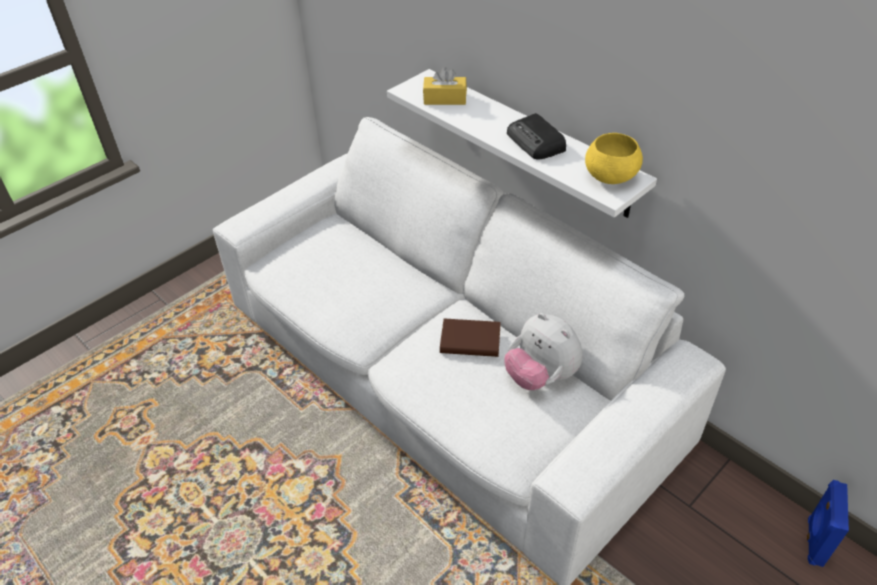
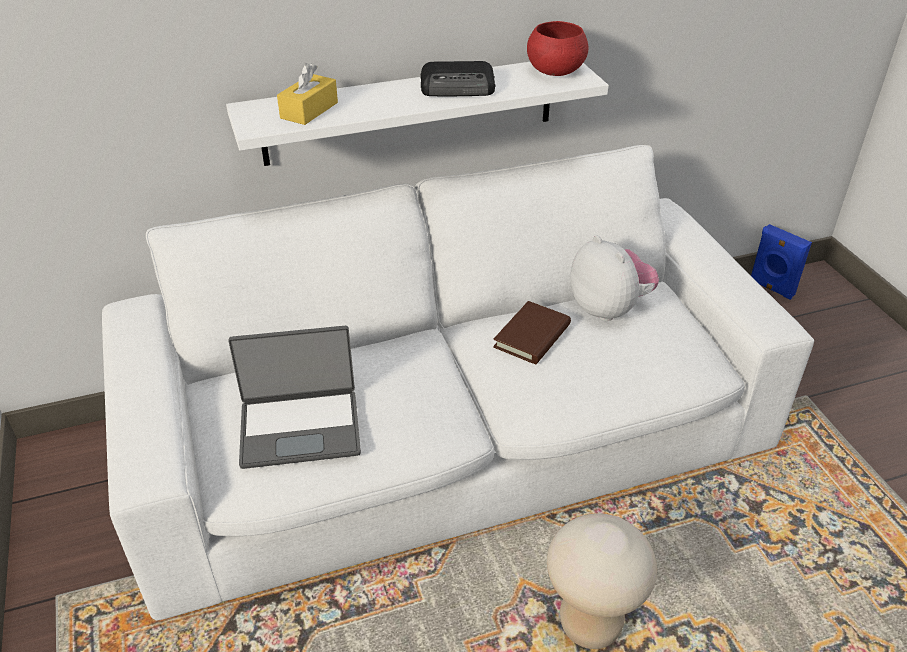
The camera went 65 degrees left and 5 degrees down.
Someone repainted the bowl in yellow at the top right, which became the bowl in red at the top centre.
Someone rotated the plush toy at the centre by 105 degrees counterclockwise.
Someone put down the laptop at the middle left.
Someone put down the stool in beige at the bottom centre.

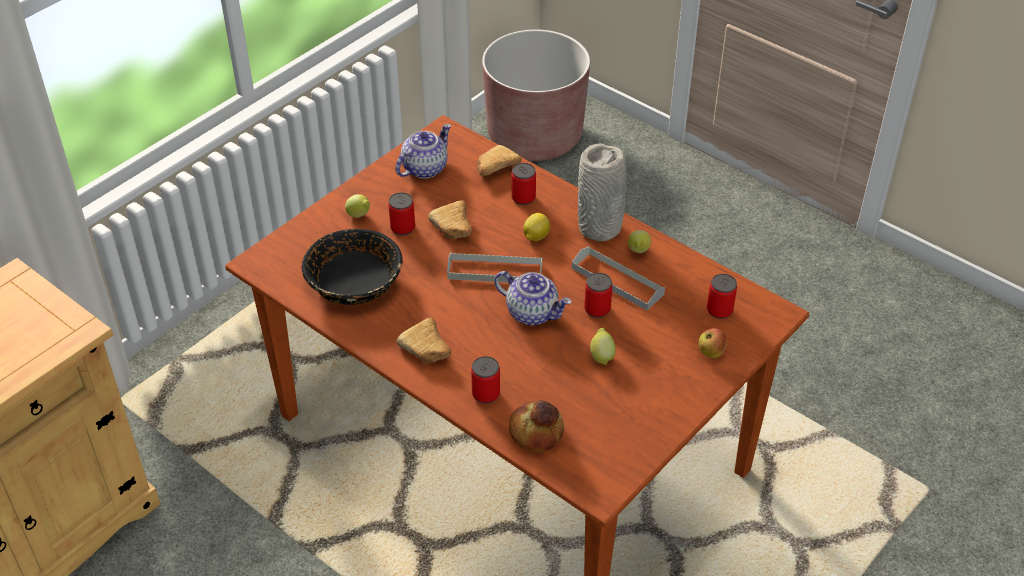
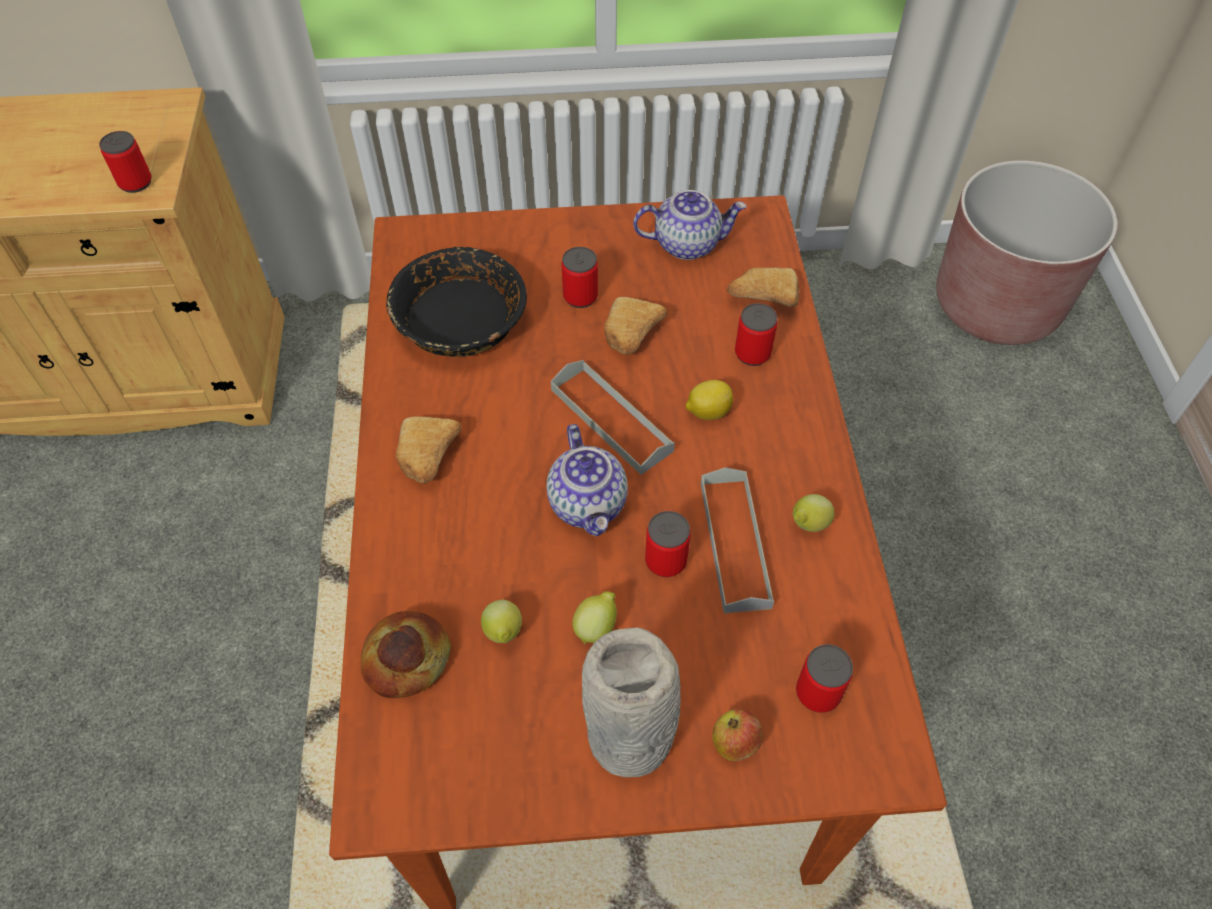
The camera went 45 degrees right and 10 degrees up.
Someone carried the vase in grey from the centre to the bottom centre.
Someone carried the lemon (1st from left) from the centre to the bottom centre.
Someone carried the can (2nd from left in the first image) from the centre to the top left.

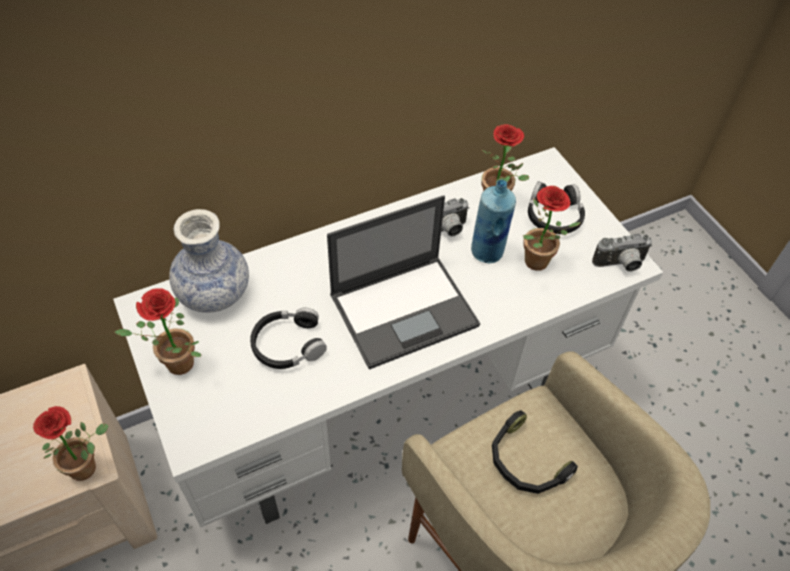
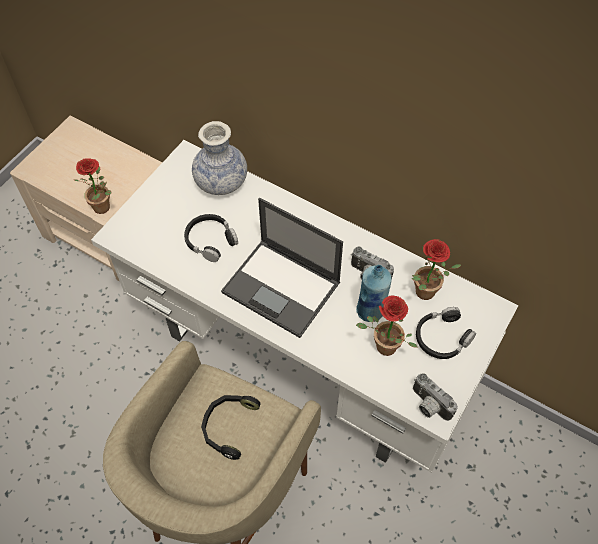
The camera went 60 degrees right and 5 degrees up.
Someone took away the potted plant (2nd from left) at the middle left.

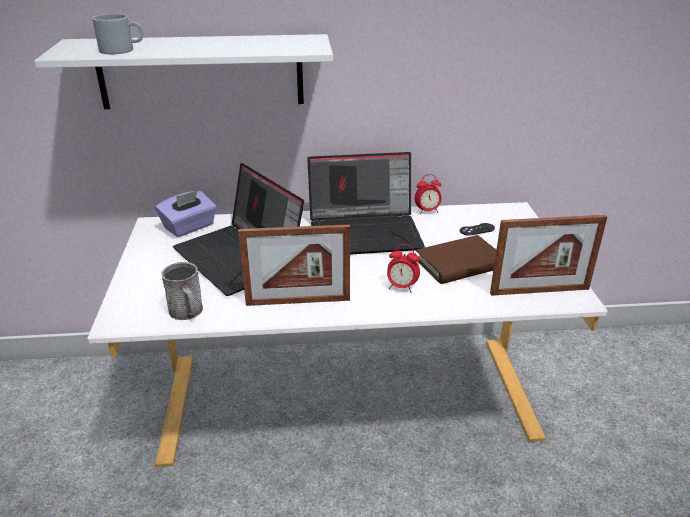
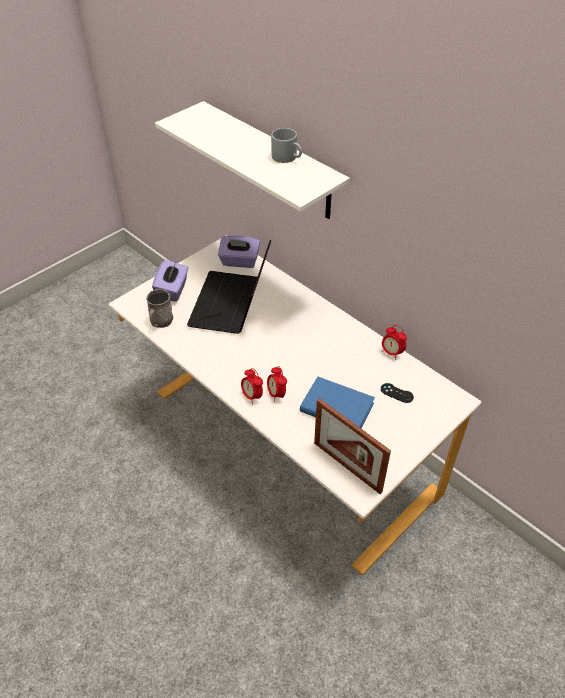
The camera went 50 degrees right and 15 degrees up.
Someone carried the mug in grey (1st from left in the first image) from the top left to the top centre.
Someone took away the laptop (2nd from left) at the centre.
Someone took away the picture frame (1st from left) at the centre.
Someone repainted the book in brown at the centre, which became the book in blue at the centre.
Someone put down the tissue box in purple (1st from left) at the middle left.
Someone put down the alarm clock (1st from left) at the centre.

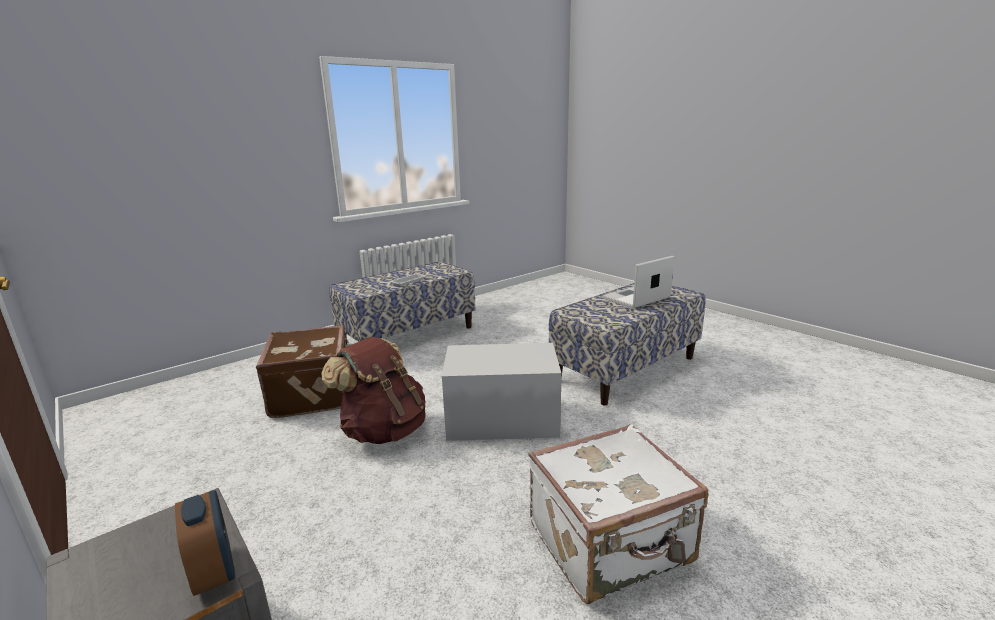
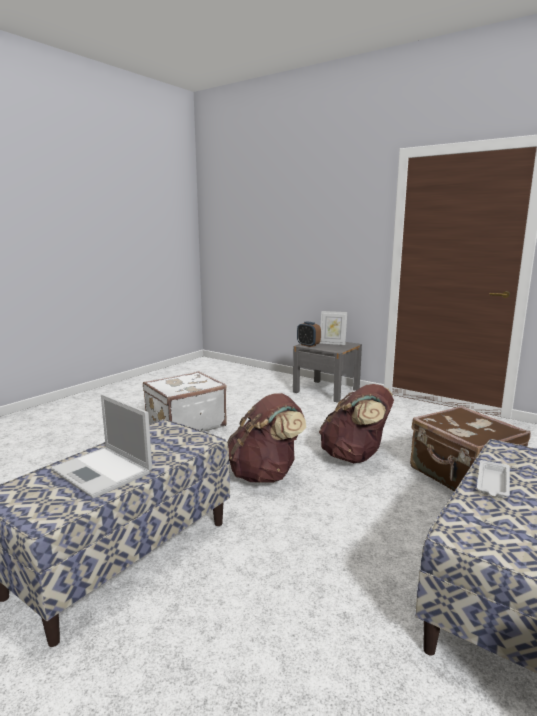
The camera went 165 degrees right and 5 degrees down.
Someone rotated the laptop at the centre by 90 degrees clockwise.
Someone swapped the storage box in white at the centre for the backpack in brown (1st from left) at the centre.
Someone put down the picture frame at the centre.

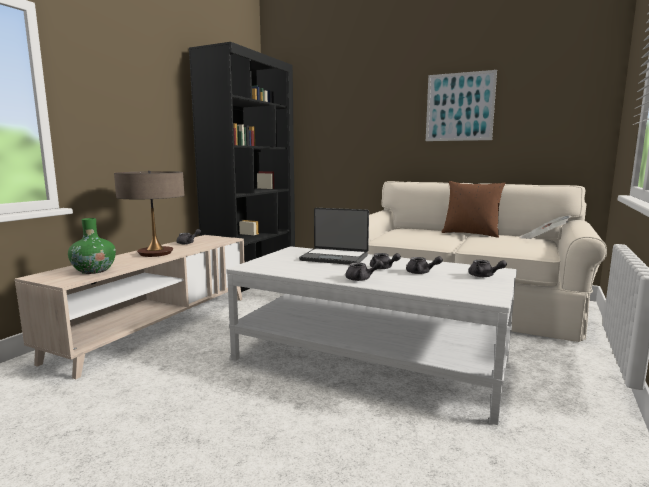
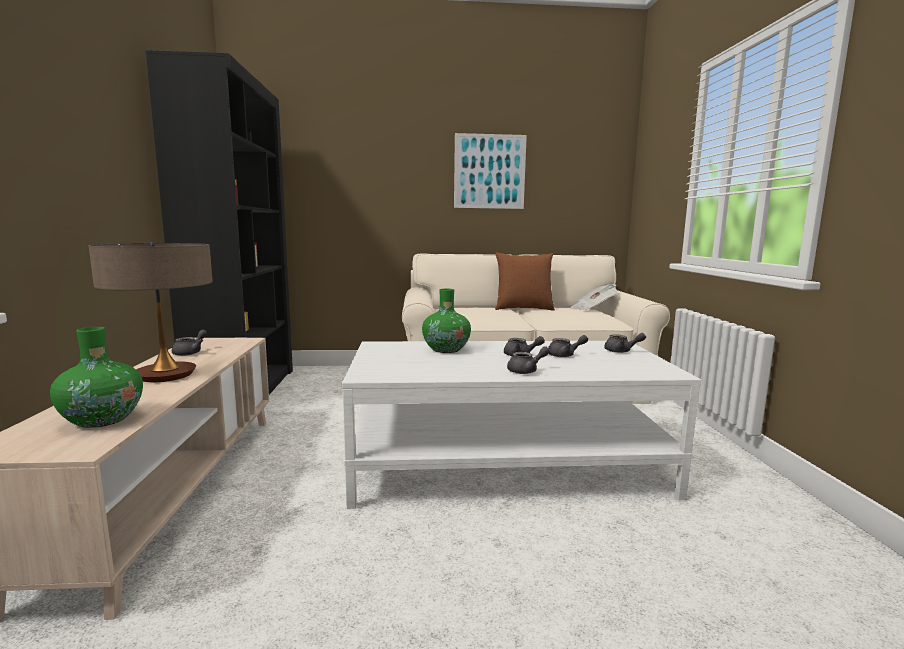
The camera went 30 degrees left and 0 degrees up.
Someone swapped the laptop at the centre for the vase in green (2nd from left) at the centre.

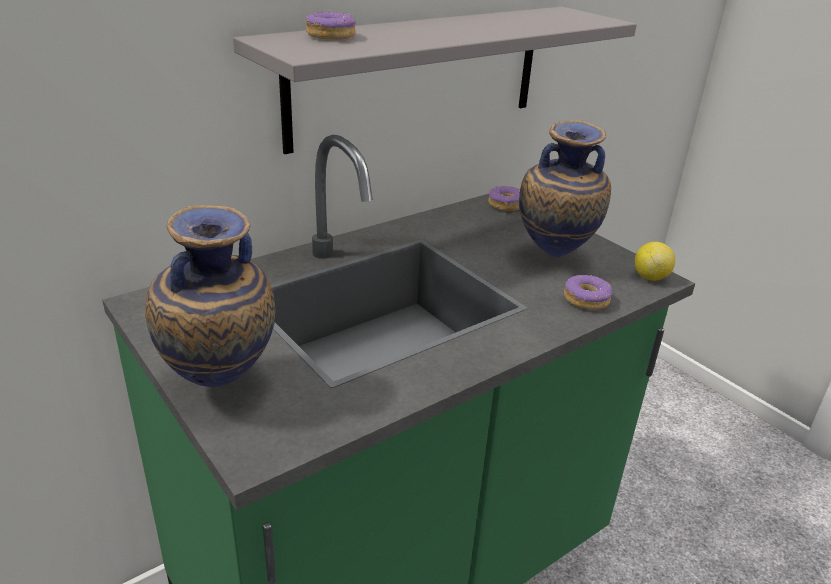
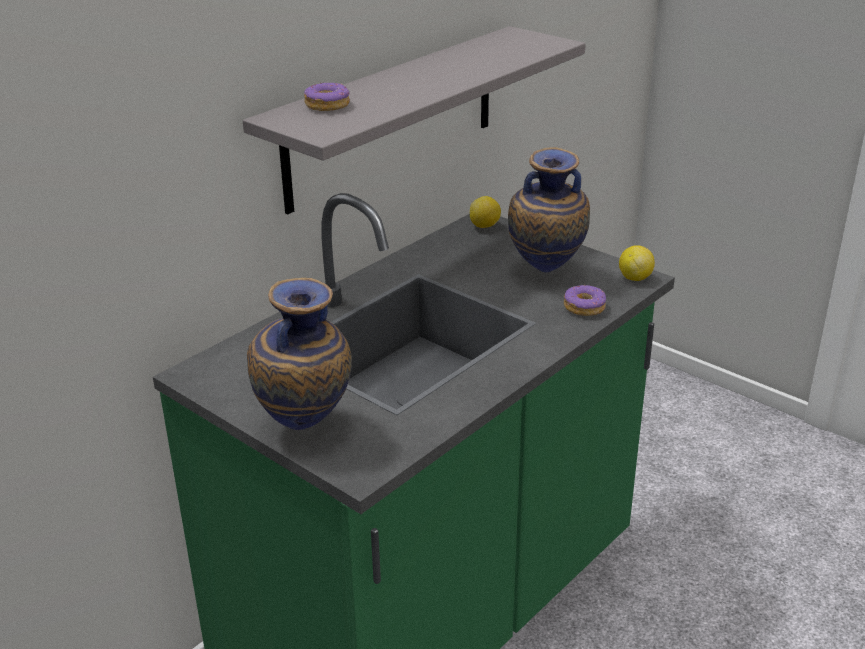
The camera went 10 degrees left and 0 degrees up.
Someone swapped the donut (2nd from left) at the centre for the lemon (1st from left) at the top centre.

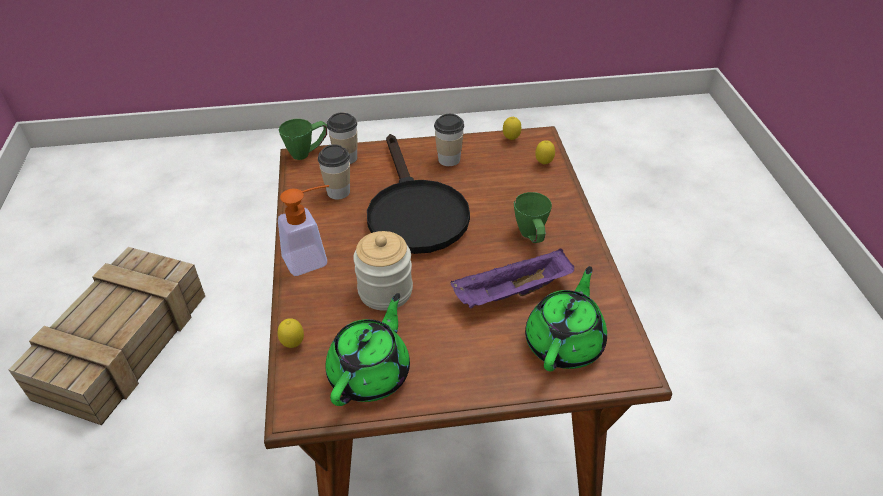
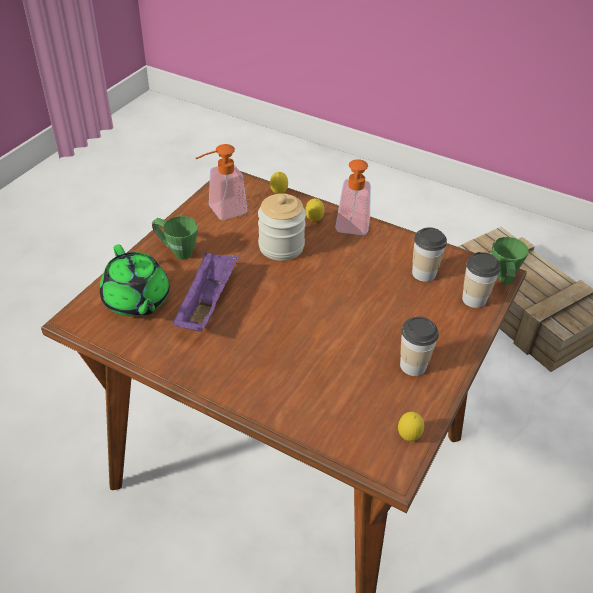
The camera went 125 degrees right and 0 degrees up.
Someone took away the frying pan in black at the centre.
Someone carried the lemon (3rd from left in the first image) from the top centre to the centre.
Someone carried the mug in green (2nd from left in the first image) from the centre to the middle left.
Someone swapped the teapot in green (1st from left) at the bottom centre for the soap dispenser (1st from left) at the top centre.

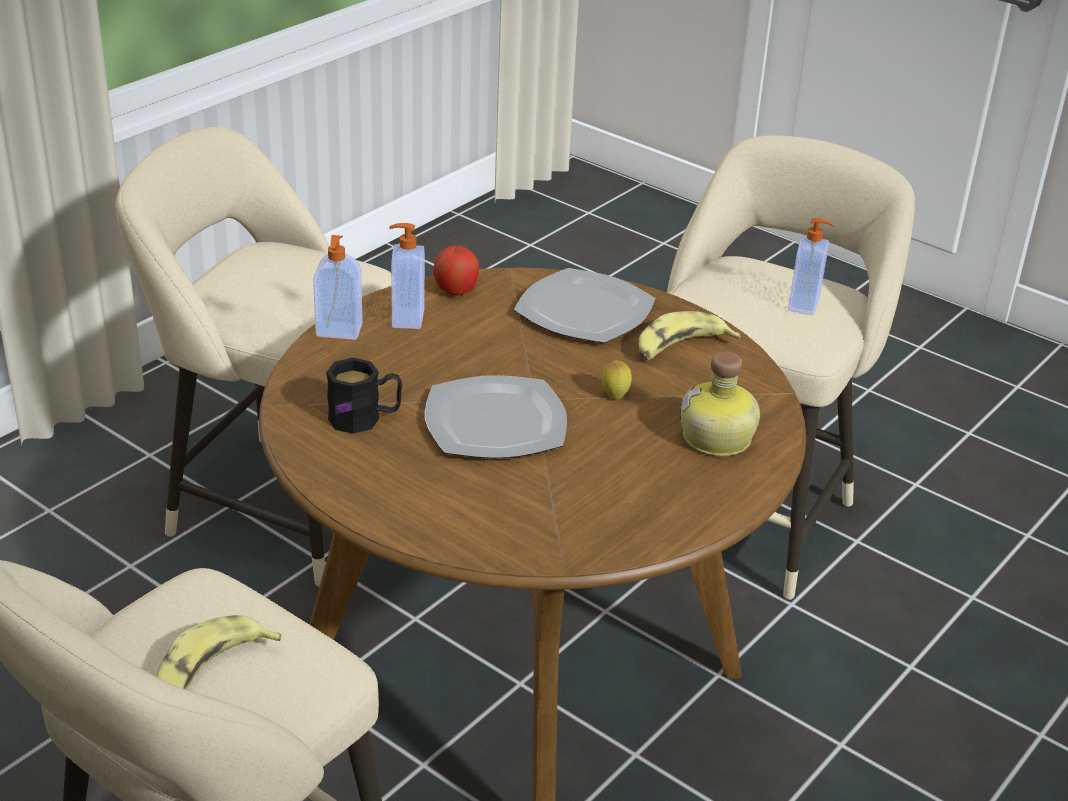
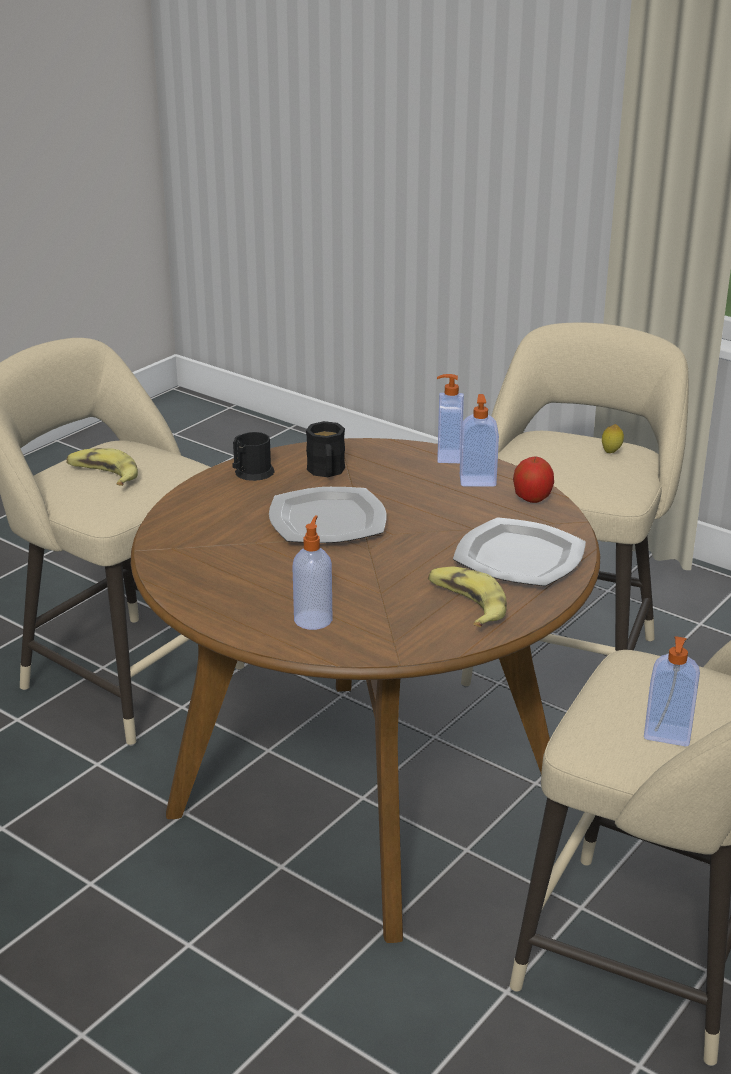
The camera went 90 degrees right and 5 degrees down.
Someone swapped the bottle at the middle right for the soap dispenser (1st from left) at the centre.
Someone carried the lemon from the centre to the middle right.
Someone put down the mug in black (1st from left) at the centre.

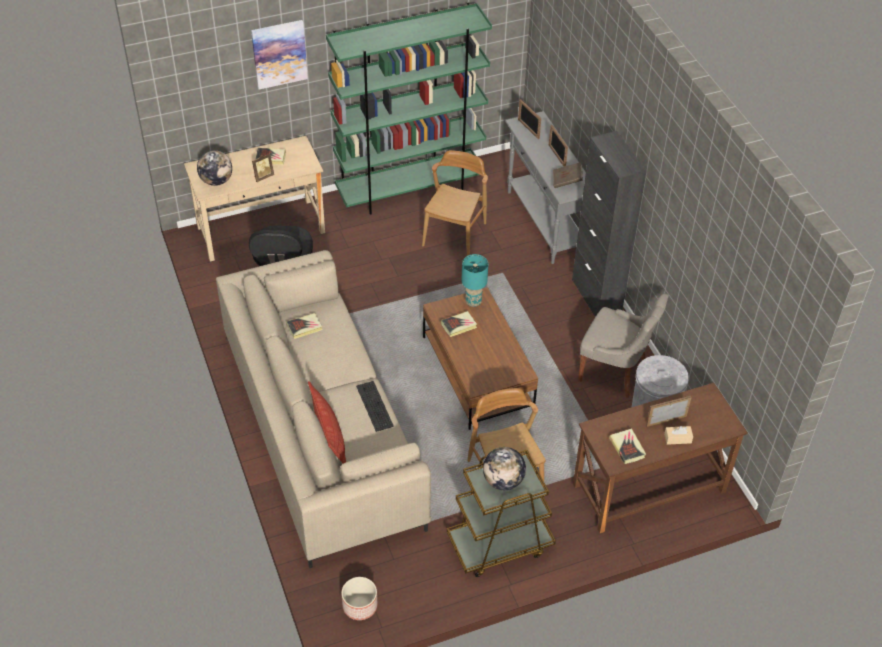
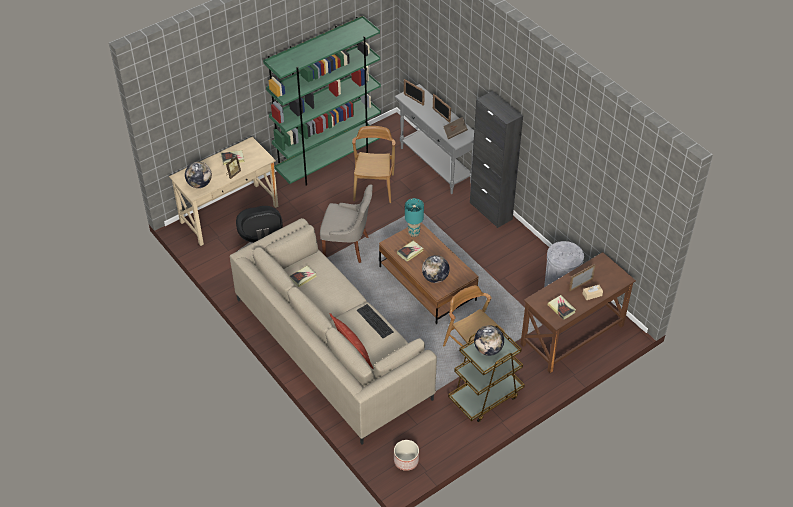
The camera went 15 degrees left and 0 degrees up.
Someone took away the picture at the top left.
Someone carried the chair in grey from the middle right to the centre.
Someone put down the globe (2nd from left) at the centre.

